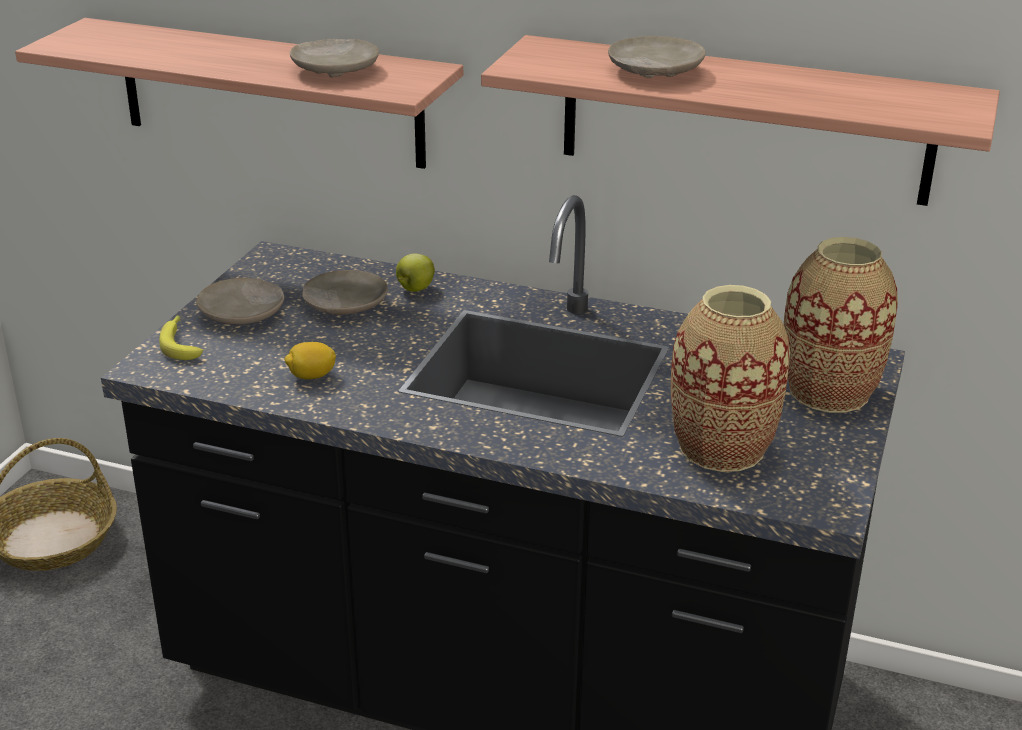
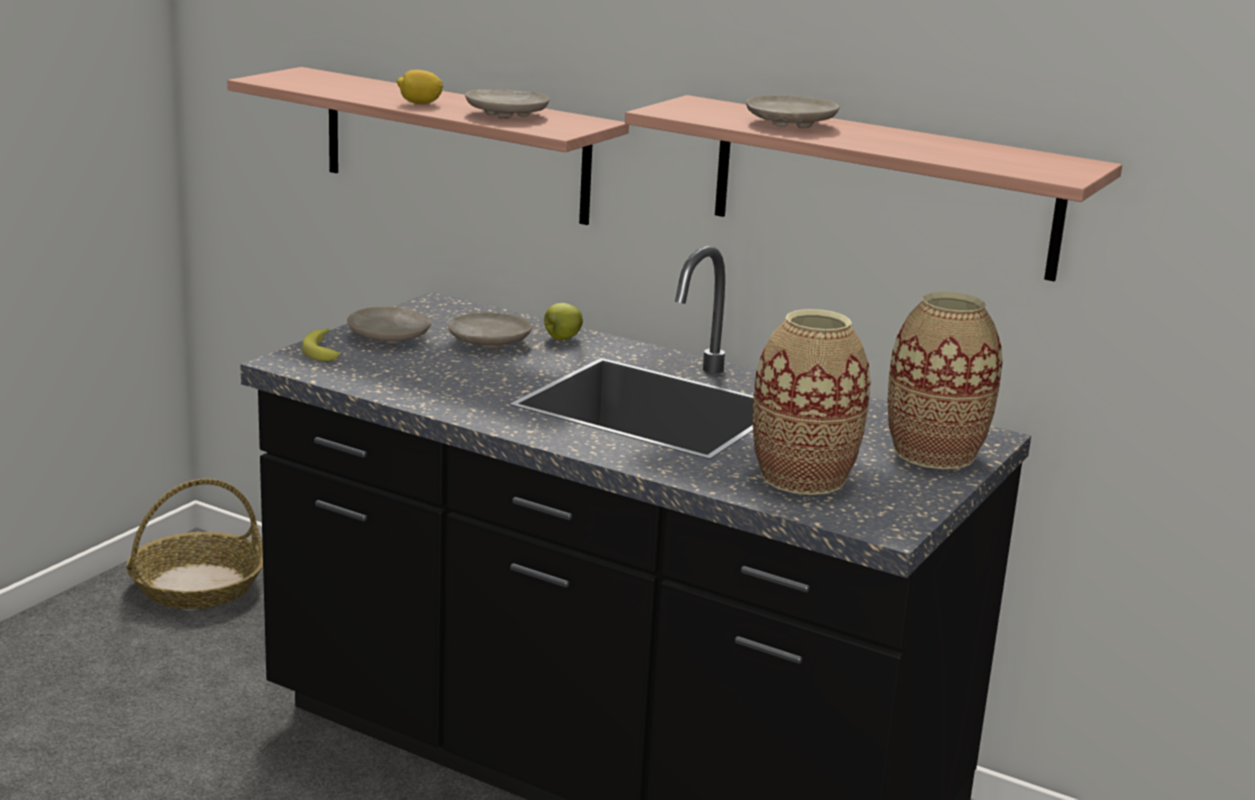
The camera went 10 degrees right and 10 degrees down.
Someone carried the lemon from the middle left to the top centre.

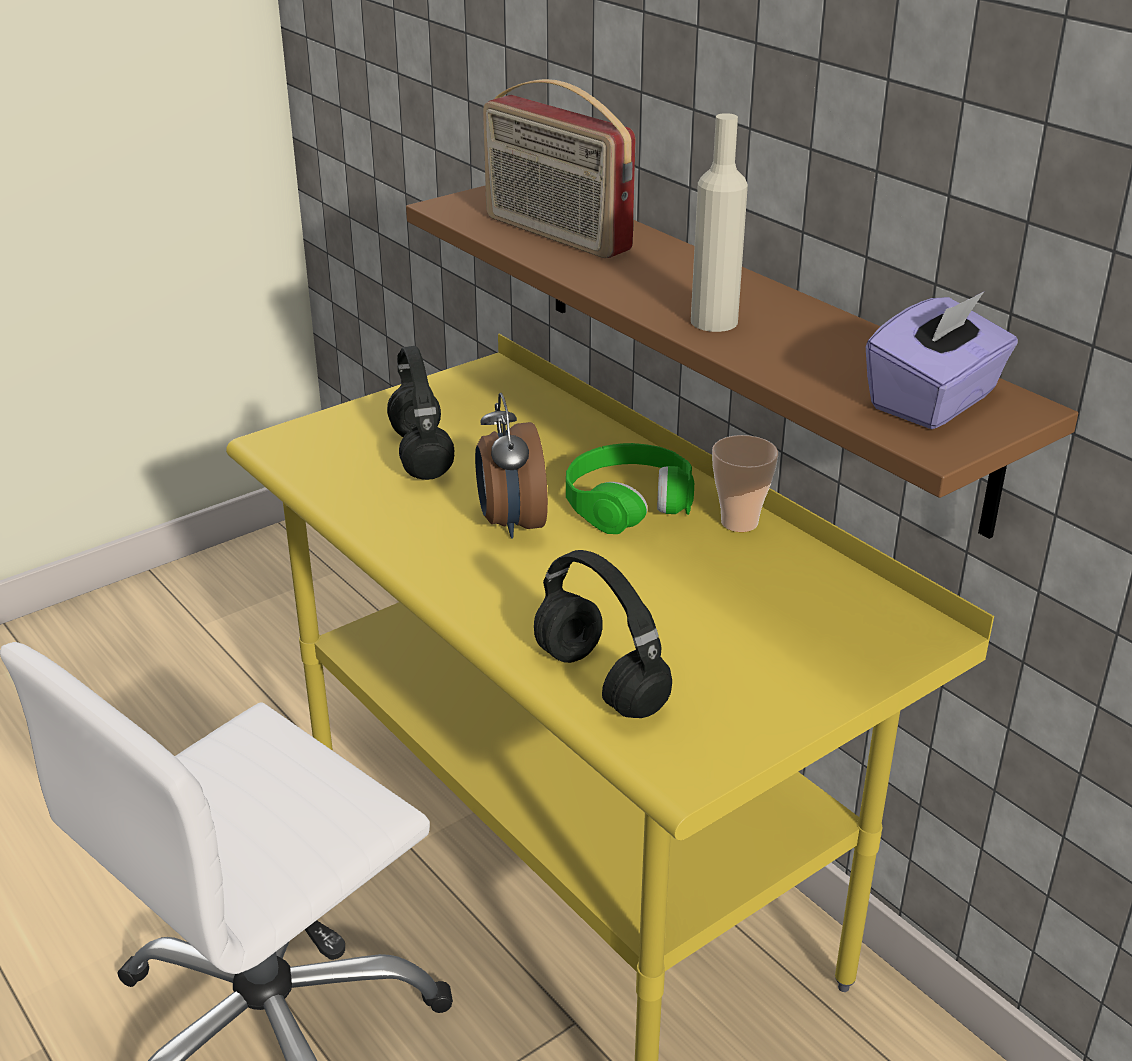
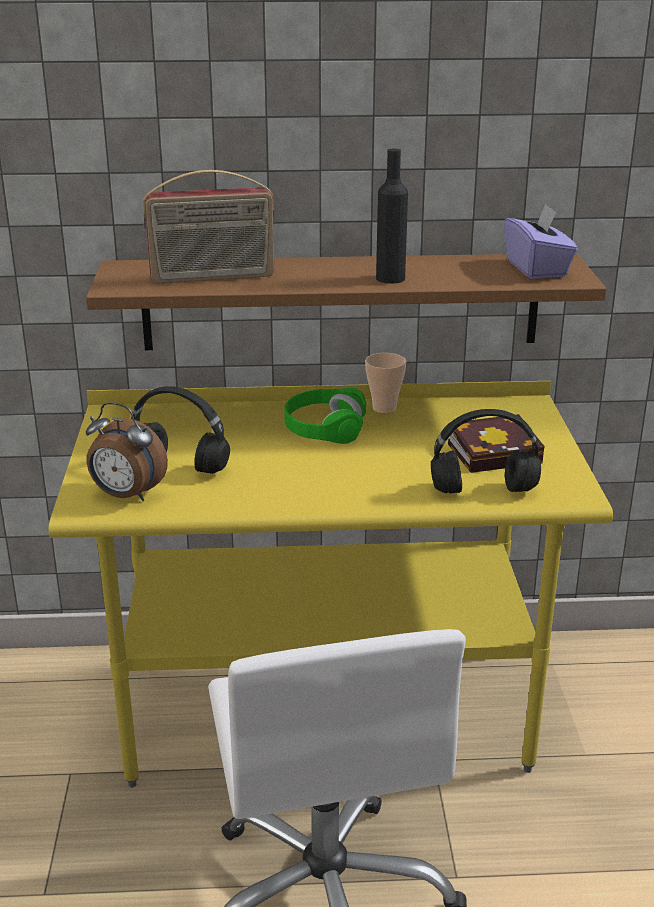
The camera went 55 degrees left and 5 degrees down.
Someone repainted the bottle in beige at the top centre, which became the bottle in black at the top centre.
Someone carried the alarm clock from the centre to the middle left.
Someone put down the book at the middle right.

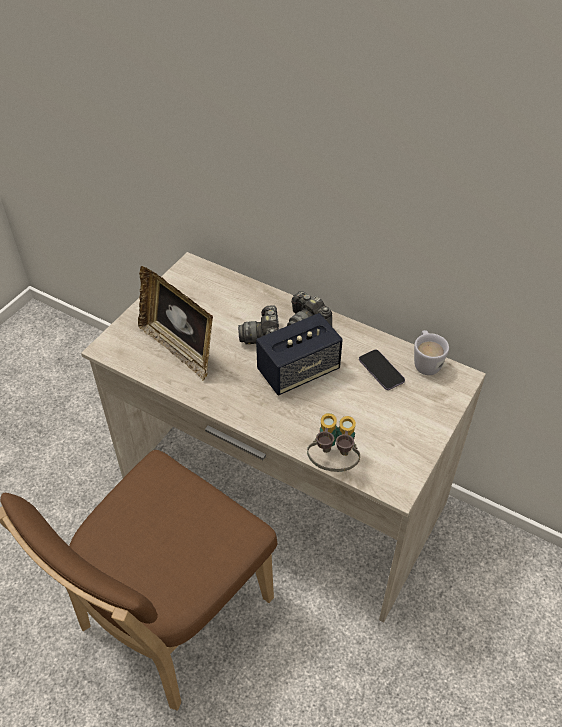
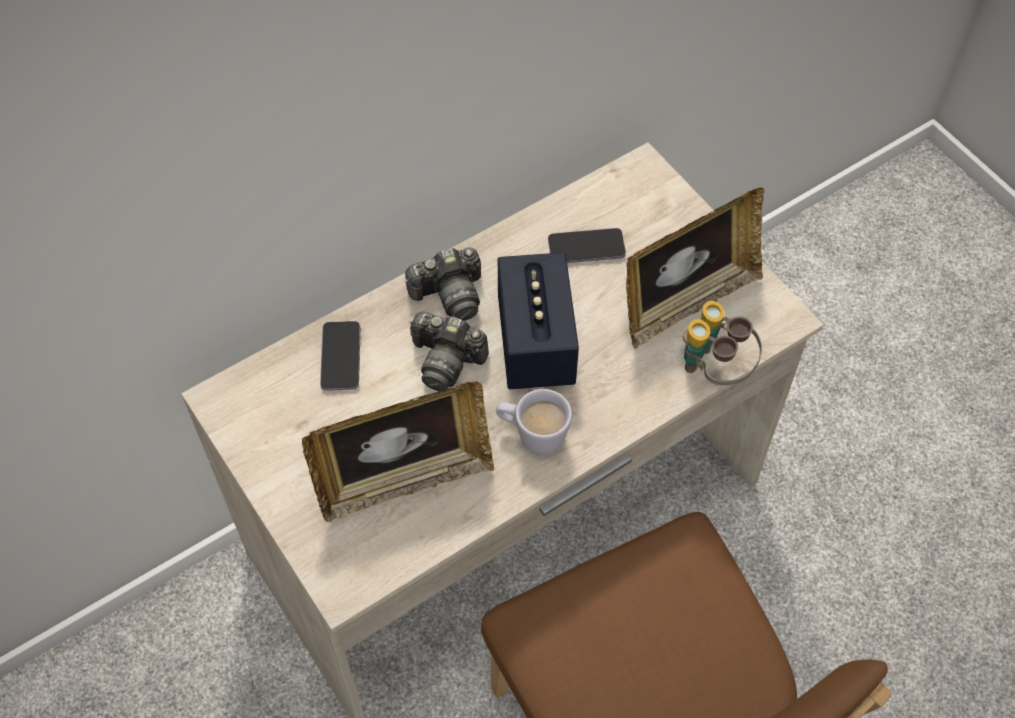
The camera went 65 degrees left and 10 degrees up.
Someone carried the mug in white from the middle right to the centre.
Someone put down the picture frame (2nd from left) at the middle right.
Someone put down the phone (1st from left) at the centre.

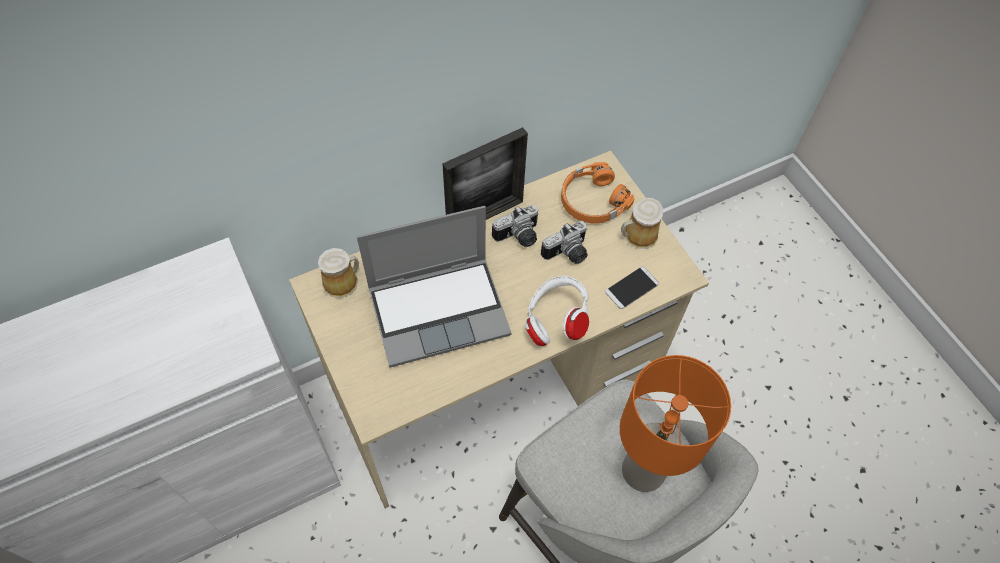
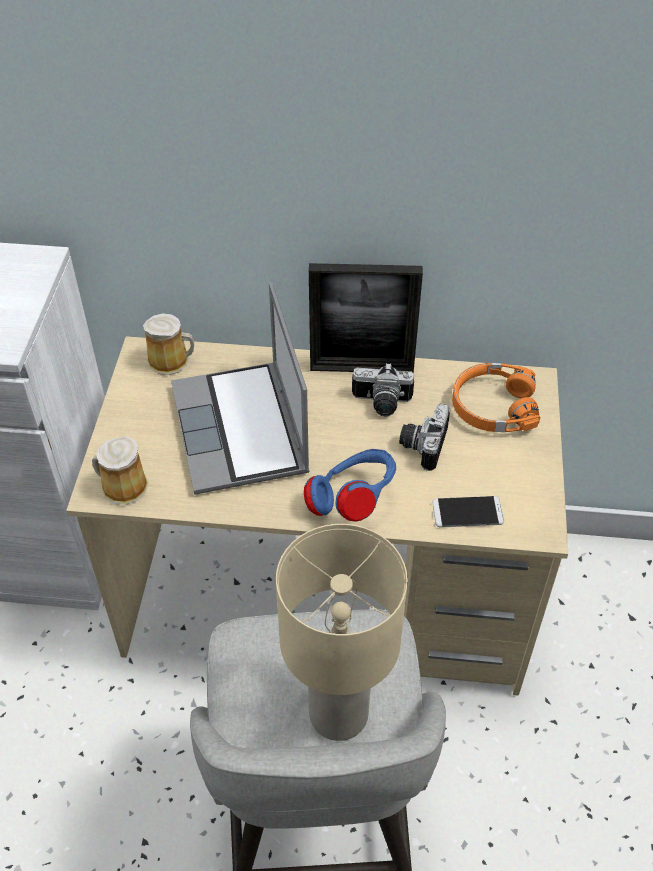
The camera went 35 degrees right and 10 degrees down.
Someone carried the mug (2nd from left in the first image) from the centre to the middle left.
Someone rotated the laptop at the centre by 60 degrees clockwise.
Someone rotated the photo camera (2nd from left) at the centre by 105 degrees clockwise.
Someone repainted the headphones in white at the centre, which became the headphones in blue at the centre.
Someone repainted the table lamp in orange at the bottom right, which became the table lamp in beige at the bottom centre.

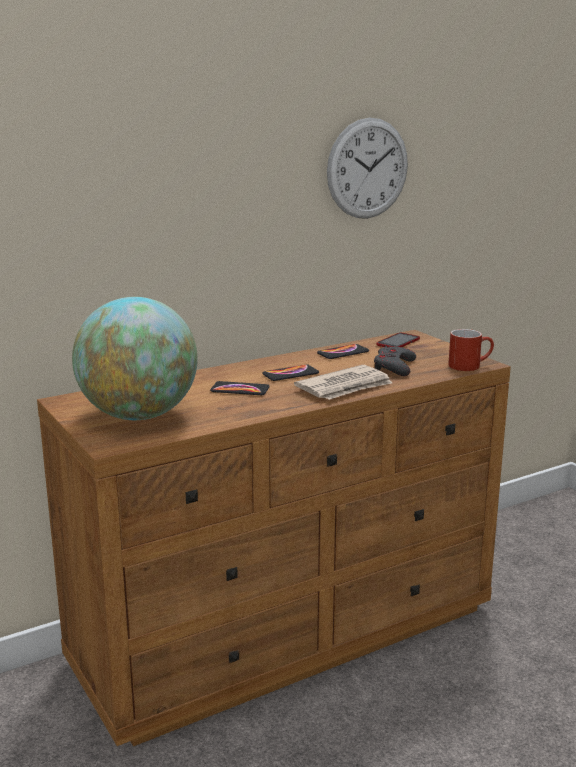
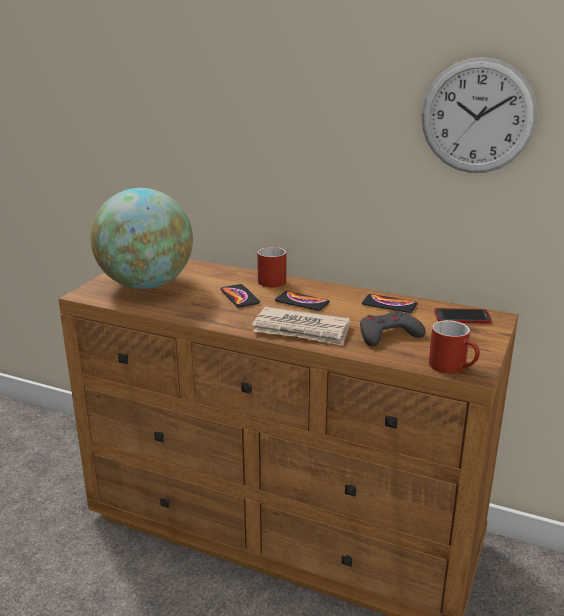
The camera went 55 degrees right and 5 degrees up.
Someone put down the mug in red (1st from left) at the centre.

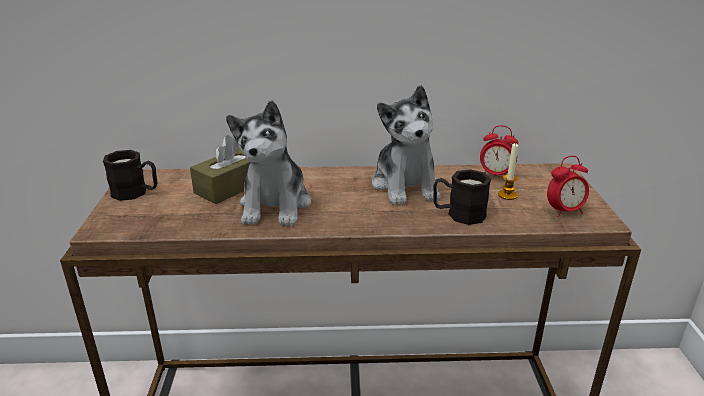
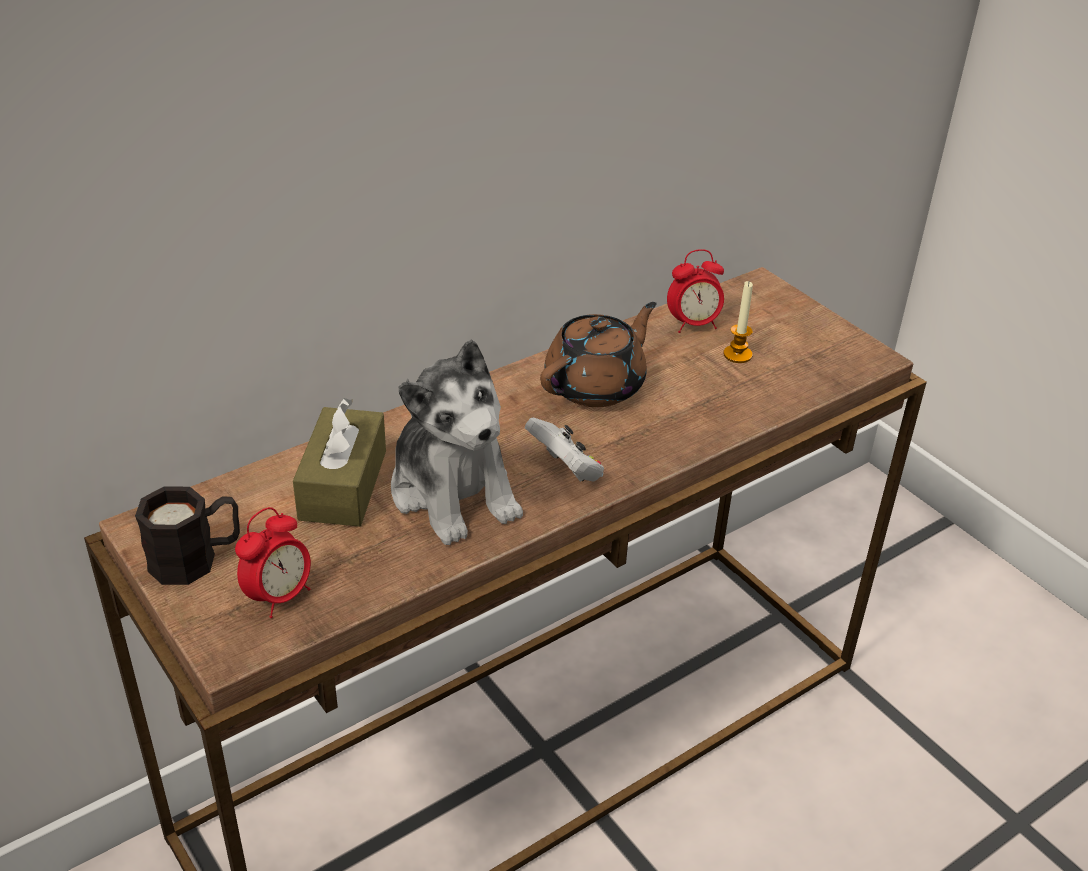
The camera went 35 degrees left and 10 degrees up.
Someone swapped the plush toy (2nd from left) at the centre for the teapot in brown at the centre.
Someone carried the alarm clock (2nd from left in the first image) from the middle right to the middle left.
Someone took away the mug in black (2nd from left) at the centre.
Someone put down the game controller in white at the centre.

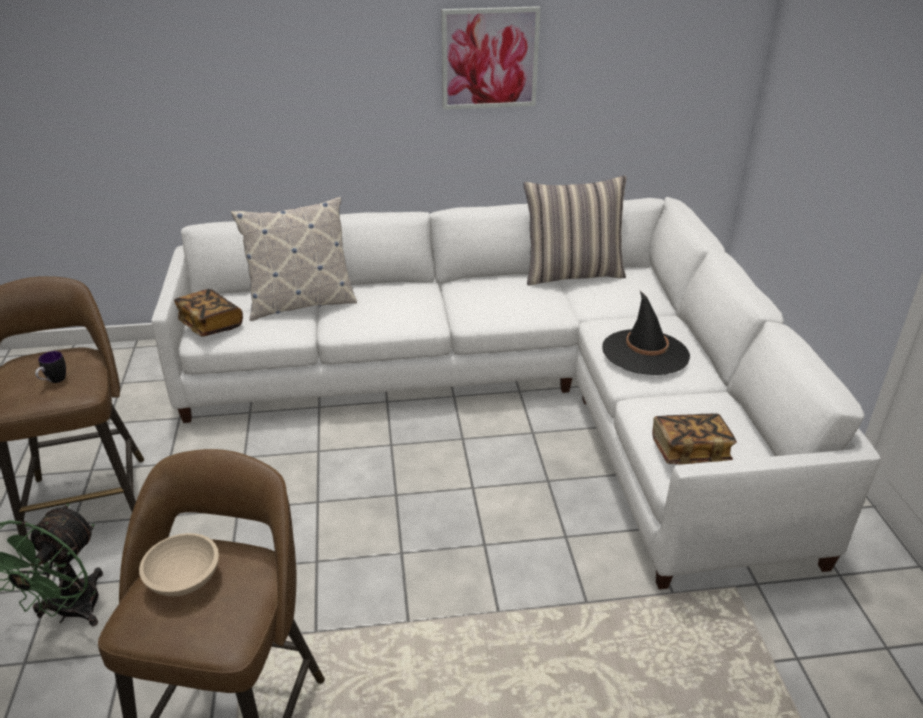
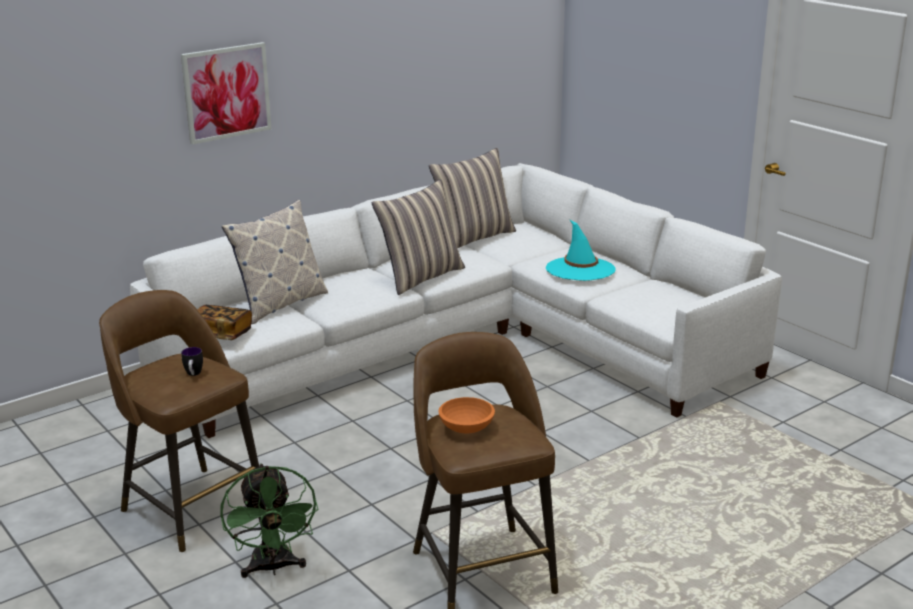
The camera went 30 degrees left and 10 degrees down.
Someone carried the picture from the top centre to the top left.
Someone repainted the hat in black at the middle right, which became the hat in turquoise at the centre.
Someone took away the book (2nd from left) at the middle right.
Someone repainted the bowl in beige at the bottom left, which became the bowl in orange at the bottom centre.
Someone put down the pillow (2nd from left) at the centre.

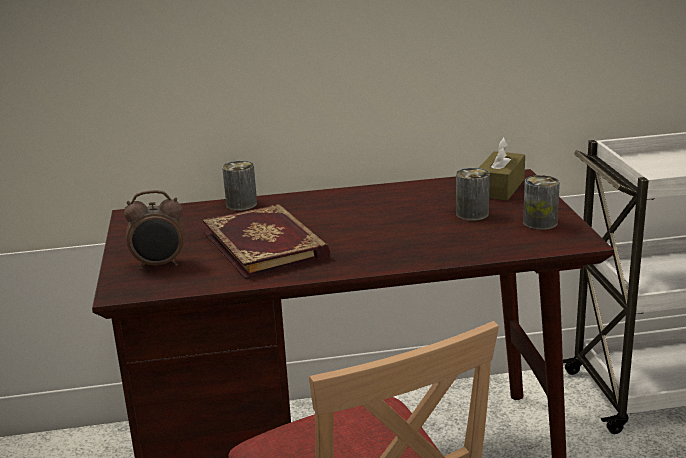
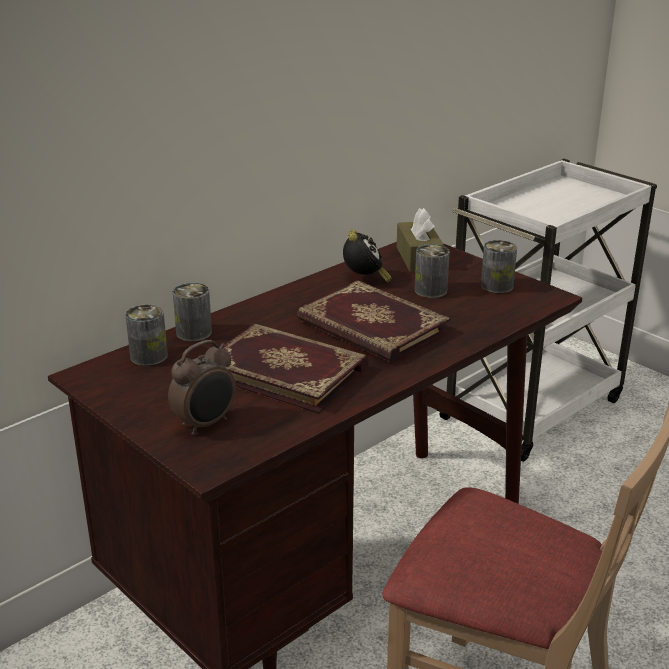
The camera went 35 degrees left and 5 degrees up.
Someone put down the alarm clock (2nd from left) at the centre.
Someone put down the book (2nd from left) at the centre.
Someone put down the can (1st from left) at the middle left.

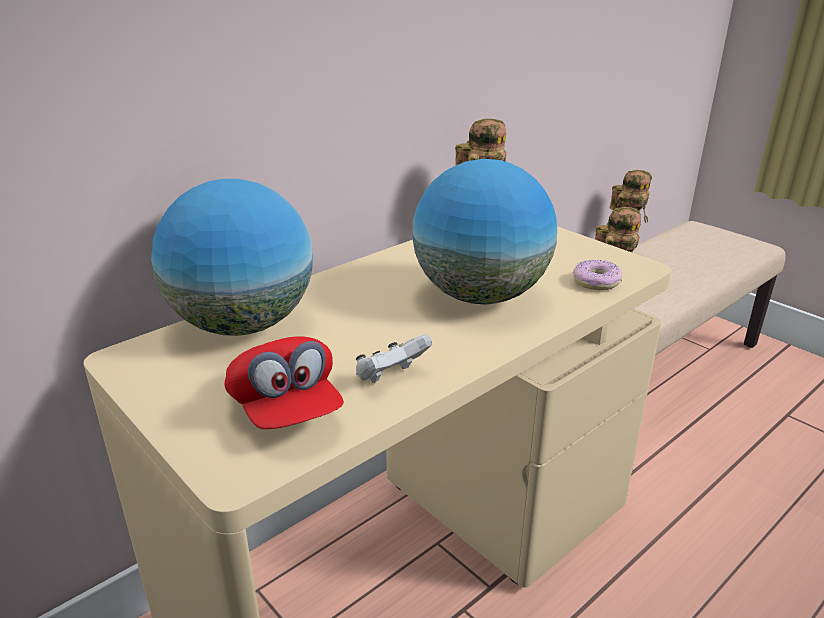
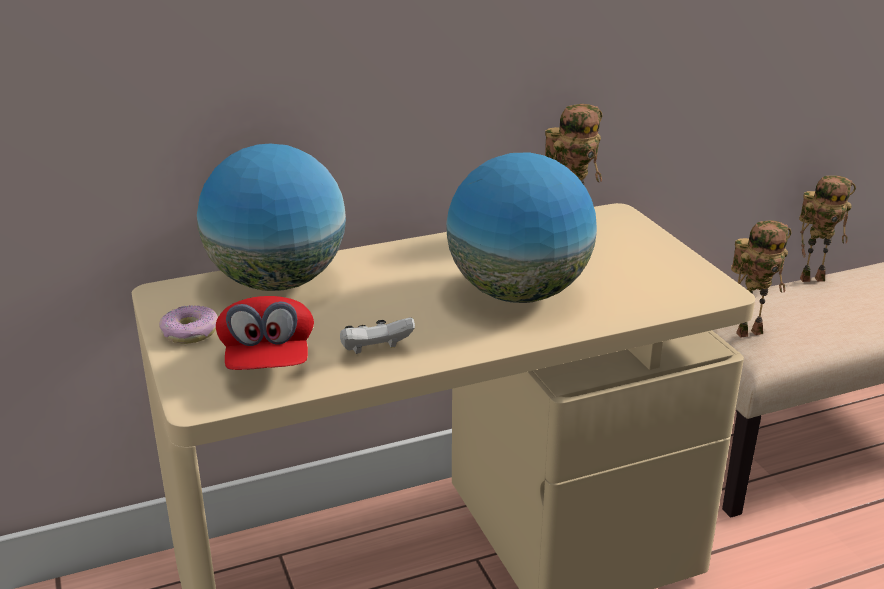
The camera went 20 degrees right and 0 degrees up.
Someone carried the donut from the middle right to the middle left.

